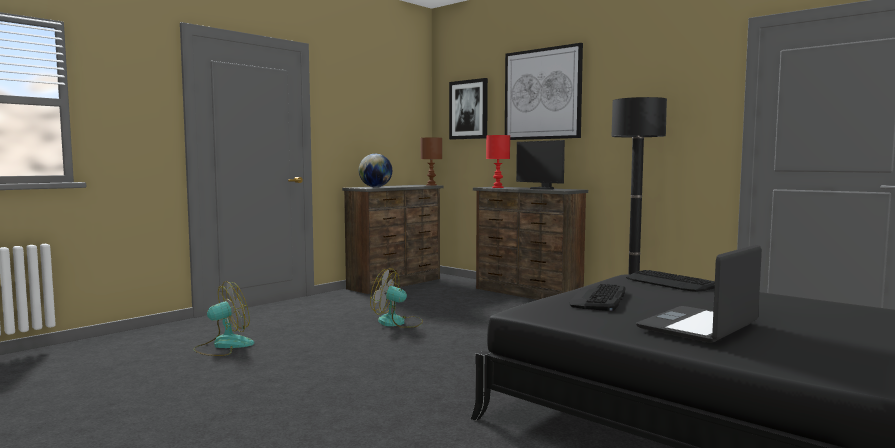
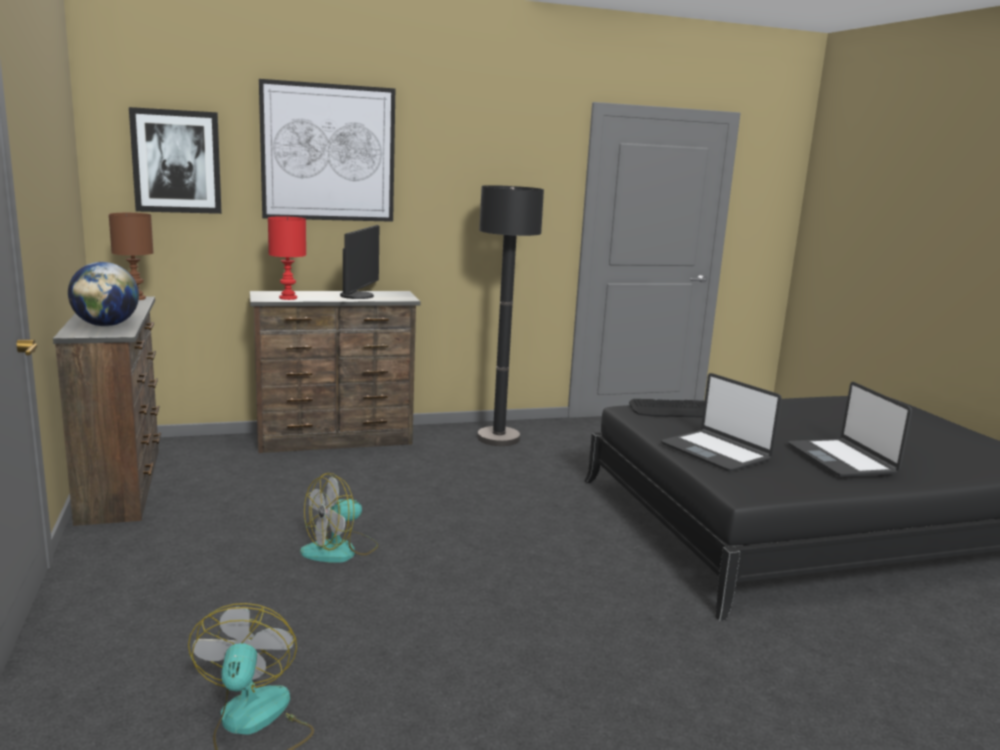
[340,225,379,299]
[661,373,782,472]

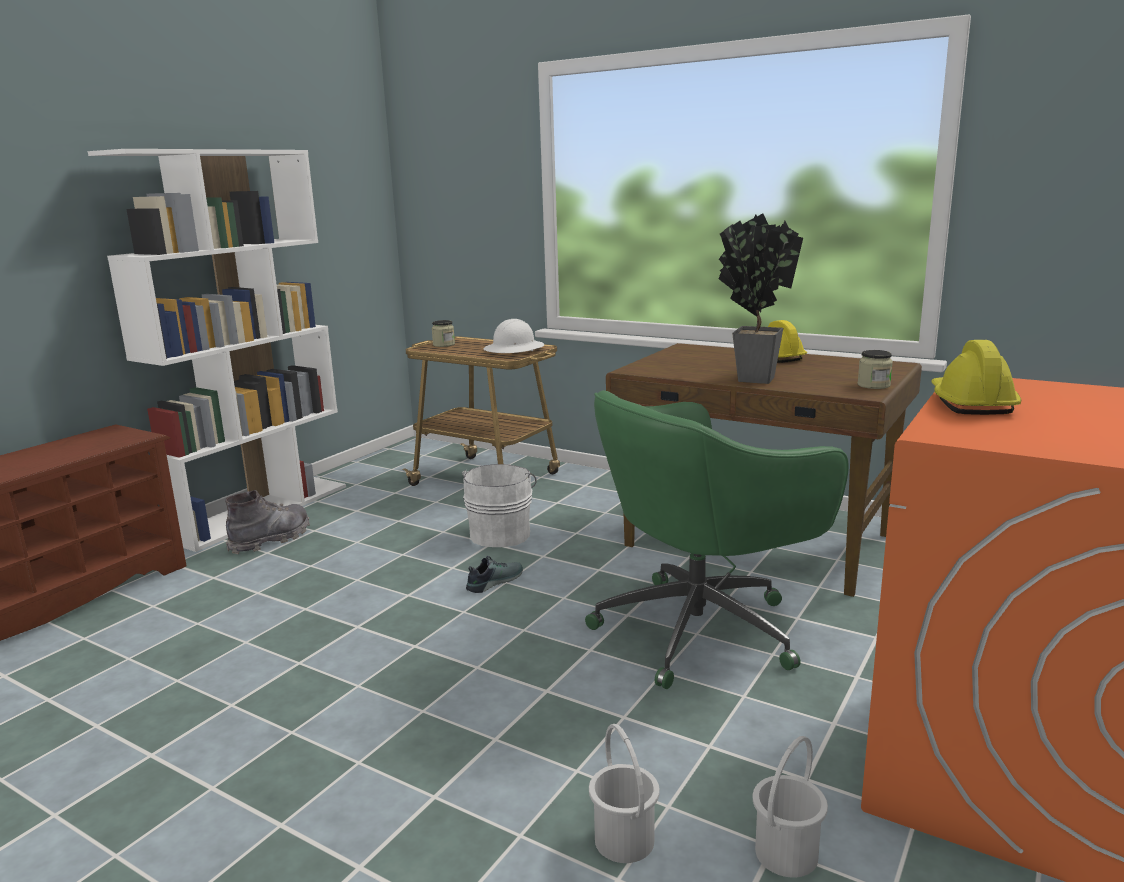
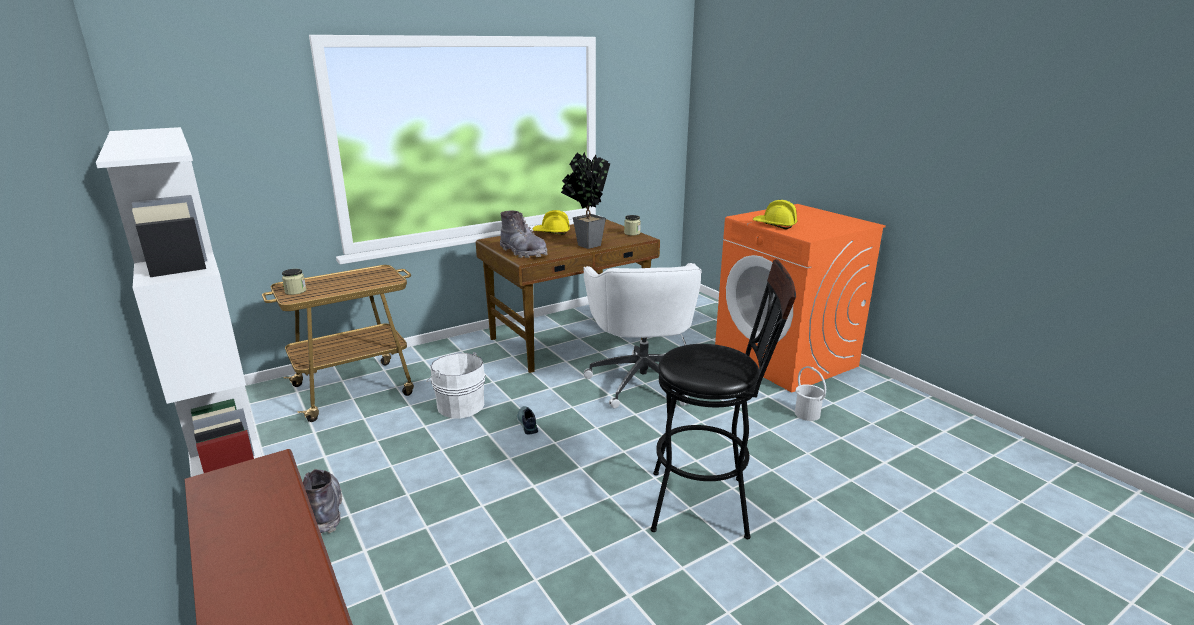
[484,319,544,353] (first image)
[583,263,702,408]
[589,724,660,863] (first image)
[500,210,548,258]
[651,259,796,539]

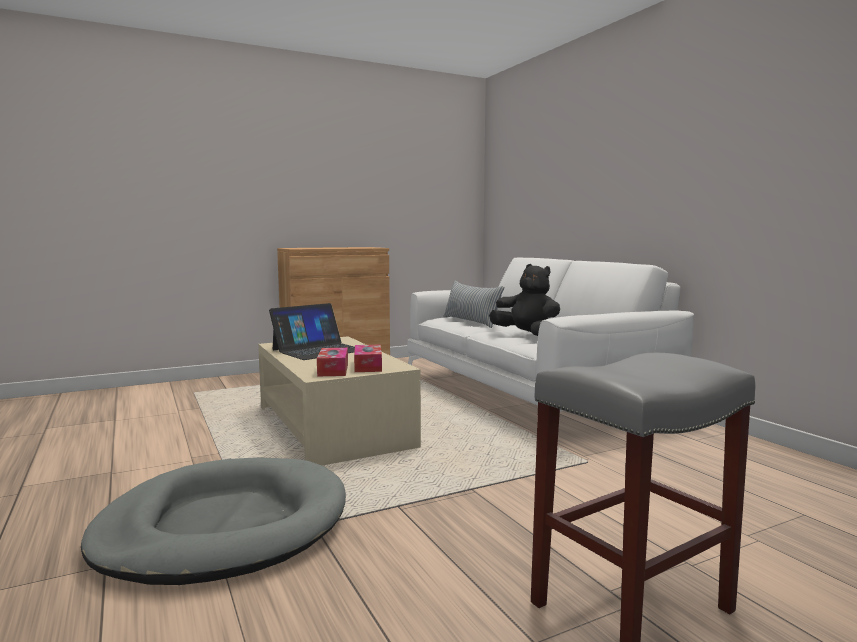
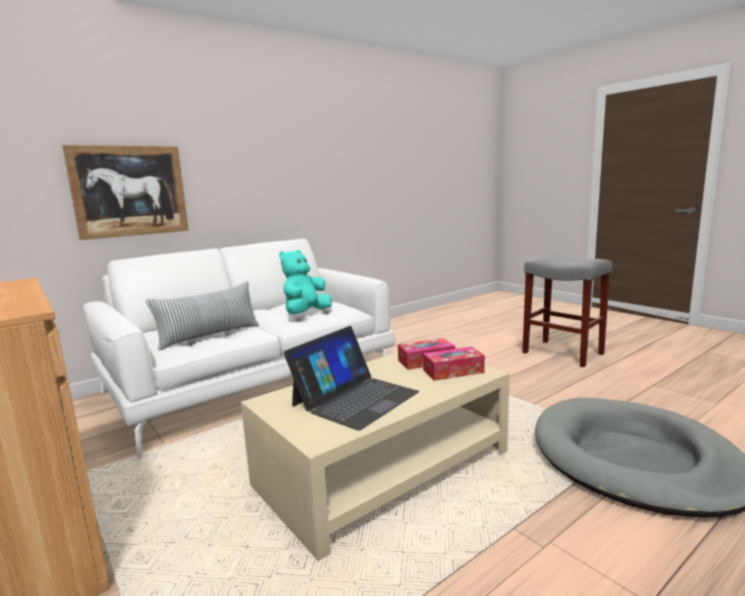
[279,250,332,314]
[284,326,419,431]
[62,145,189,240]

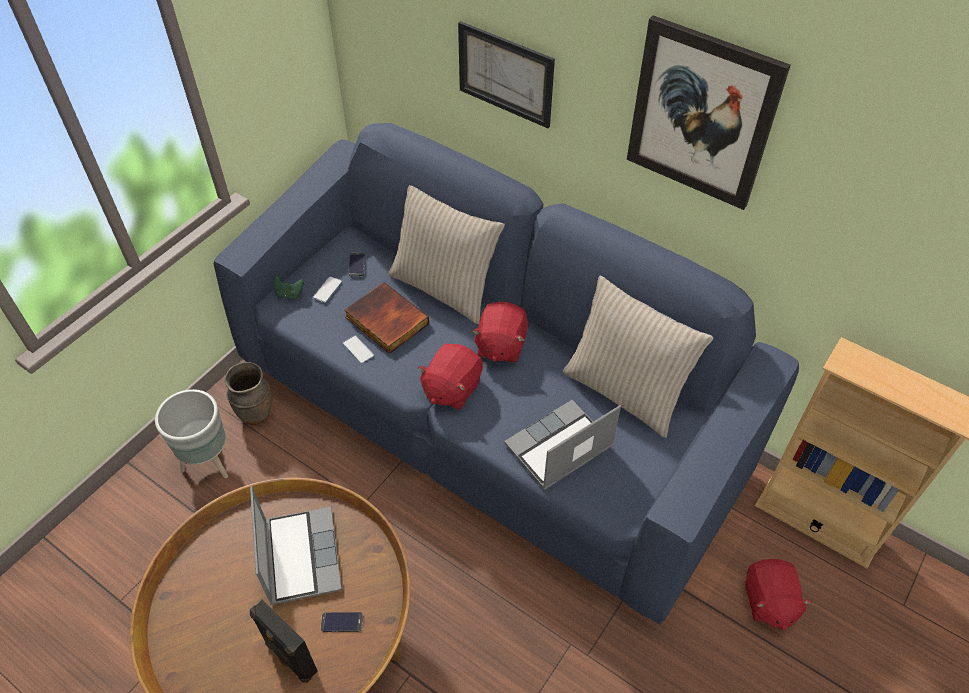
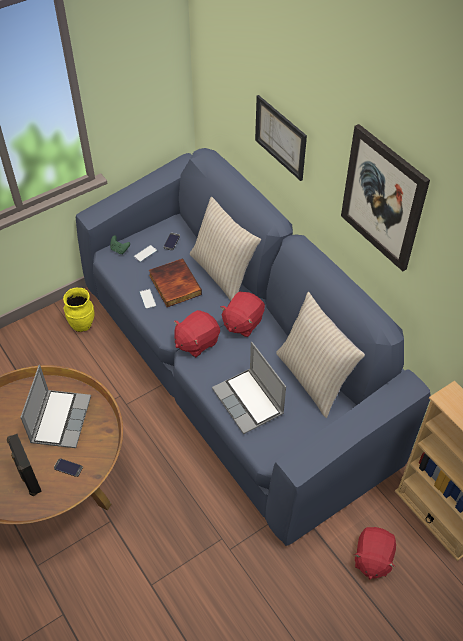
[63,288,95,332]
[155,389,228,478] (first image)
[212,342,286,434]

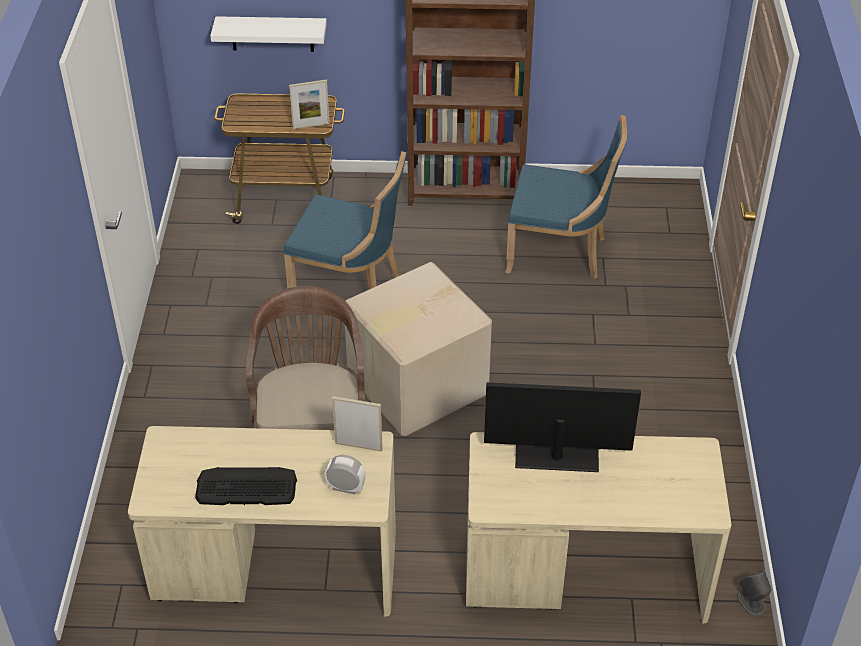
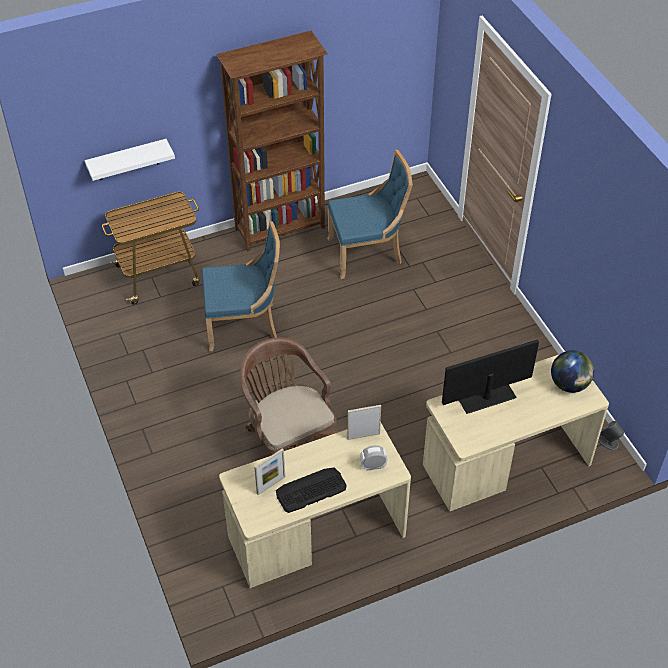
[254,448,285,495]
[345,262,492,436] (first image)
[551,350,594,393]

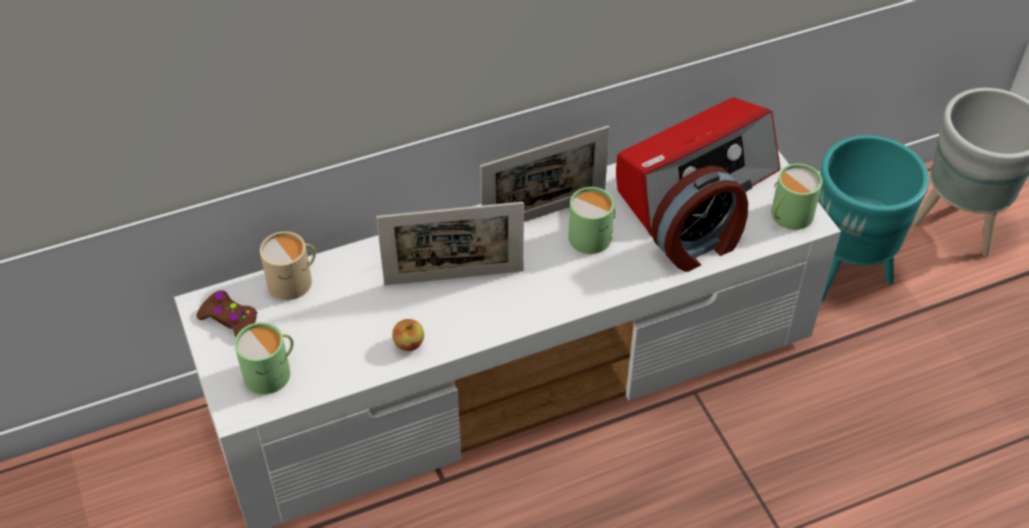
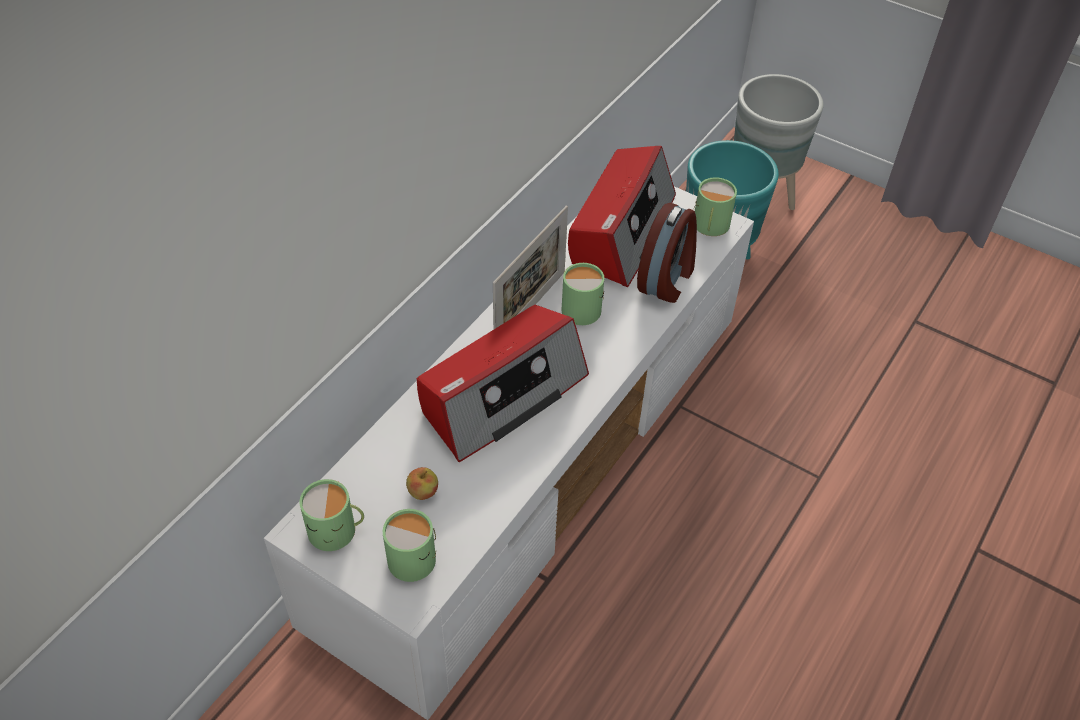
[417,305,589,462]
[260,231,316,300] (first image)
[299,479,364,551]
[406,467,438,500]

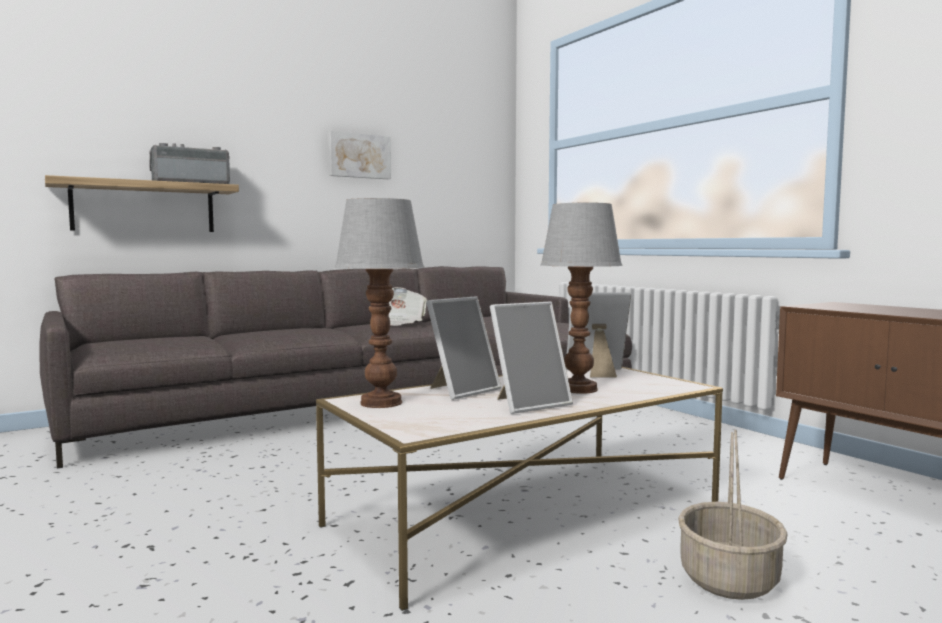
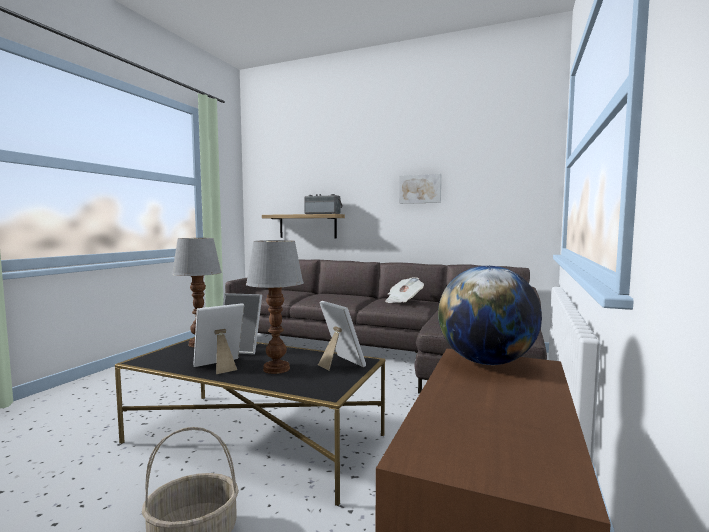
[193,303,244,374]
[115,337,385,506]
[438,266,542,365]

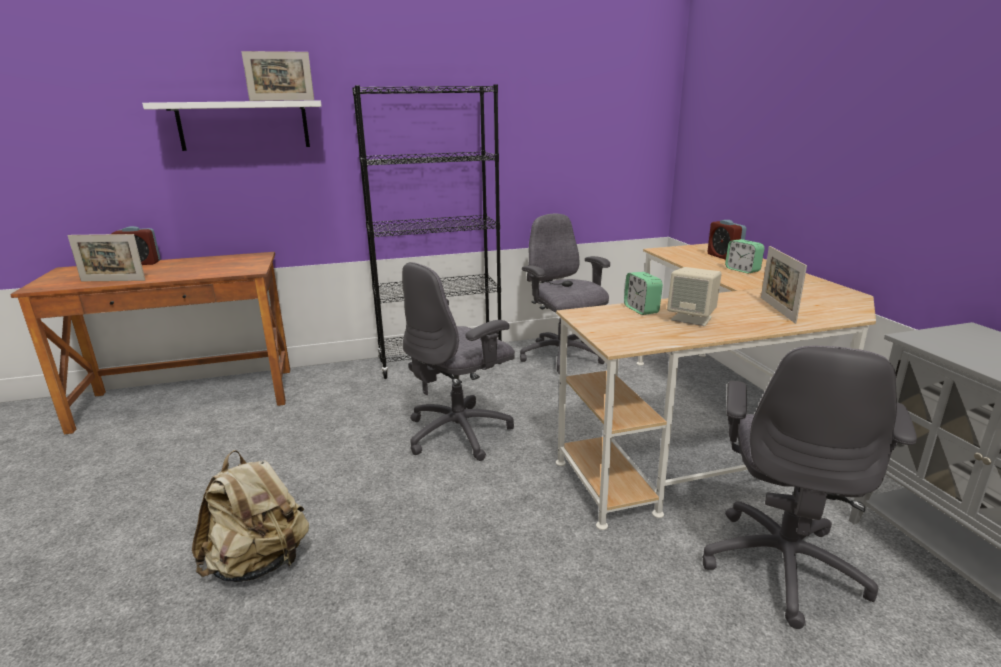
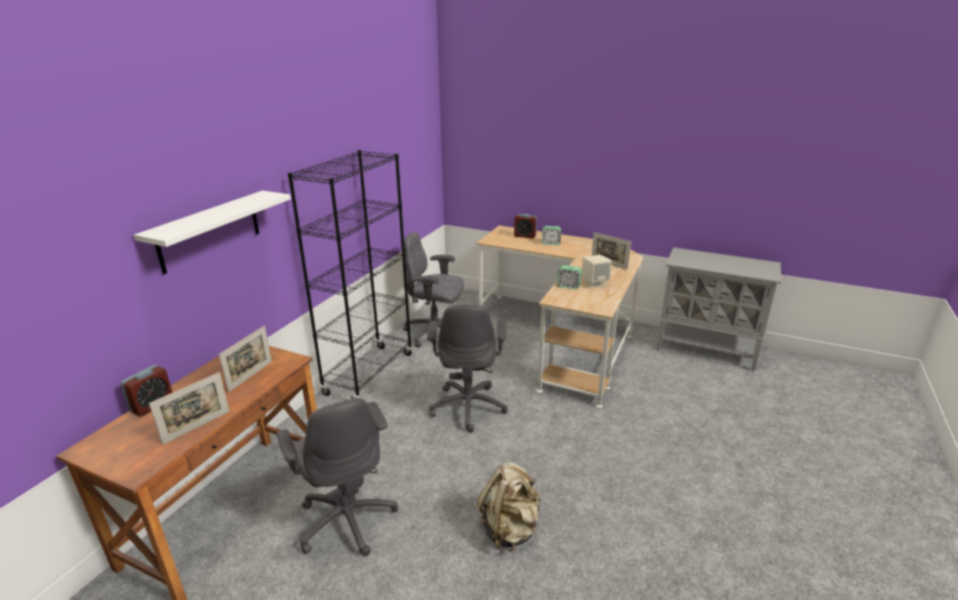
[219,326,272,392]
[276,397,398,556]

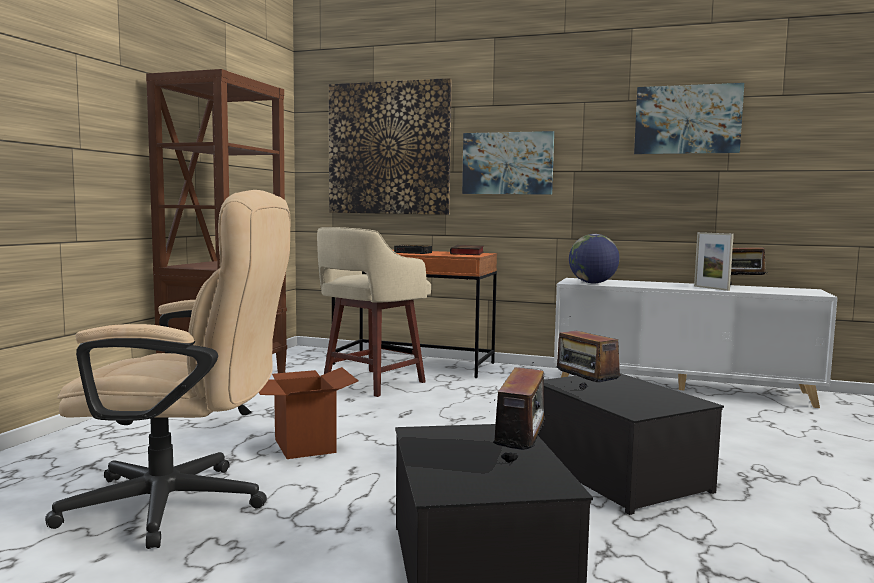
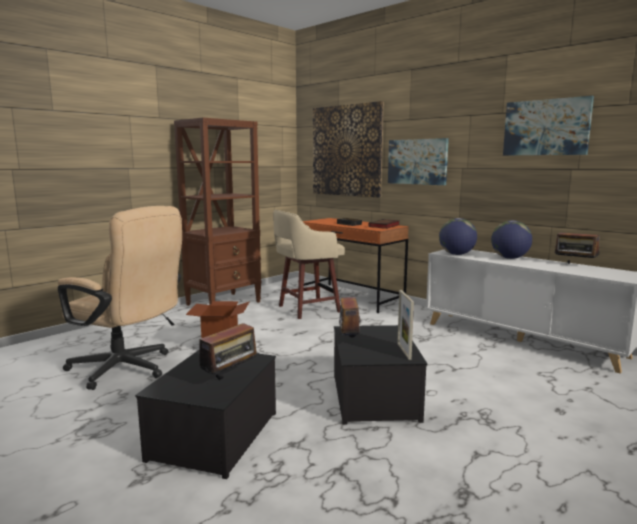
[397,290,414,360]
[491,220,532,259]

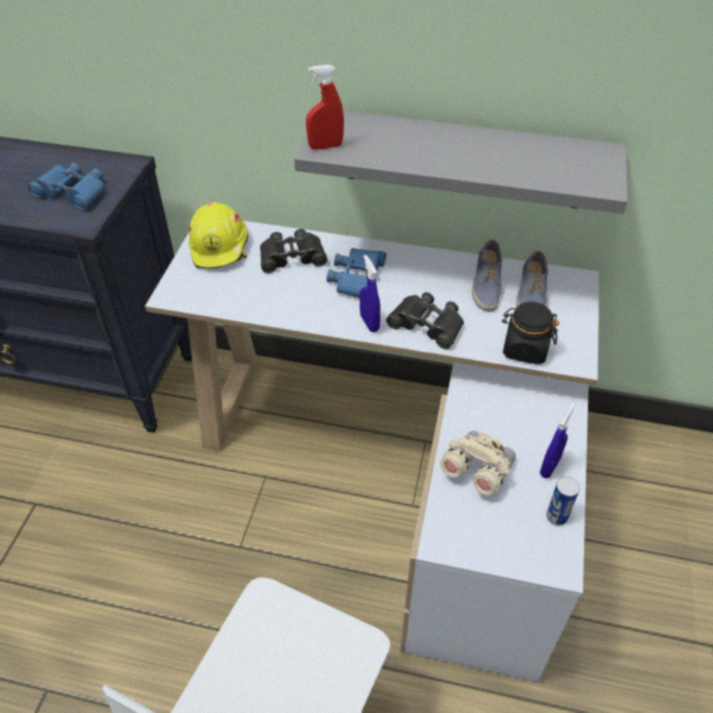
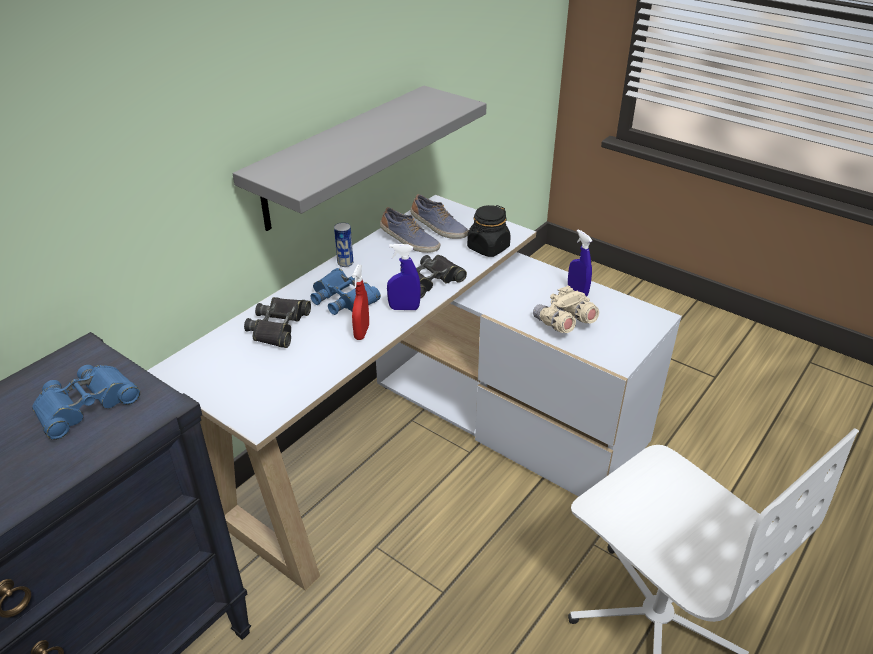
[352,264,369,340]
[189,202,248,269] (first image)
[334,222,353,267]

